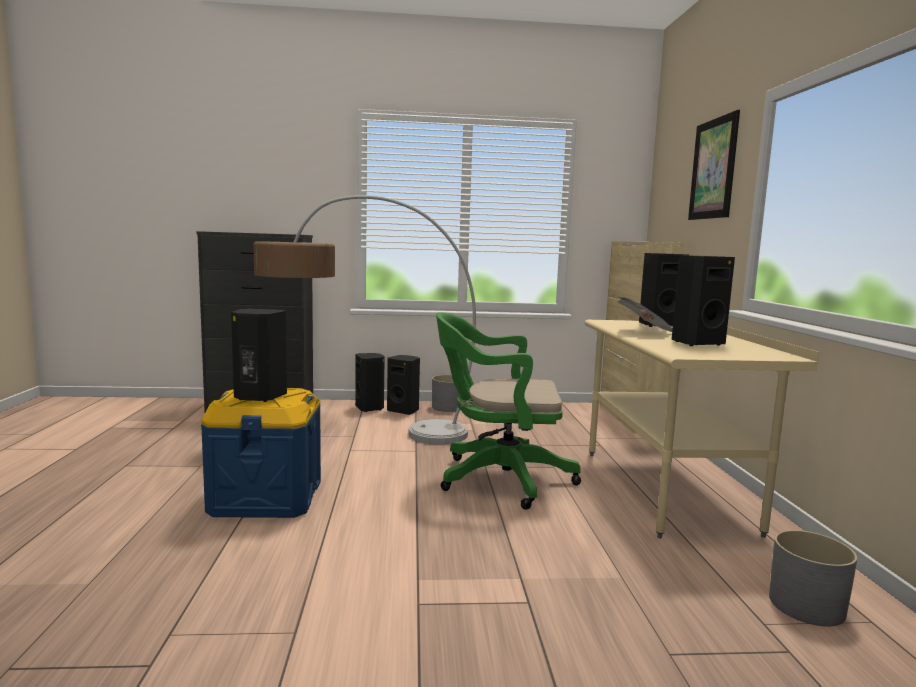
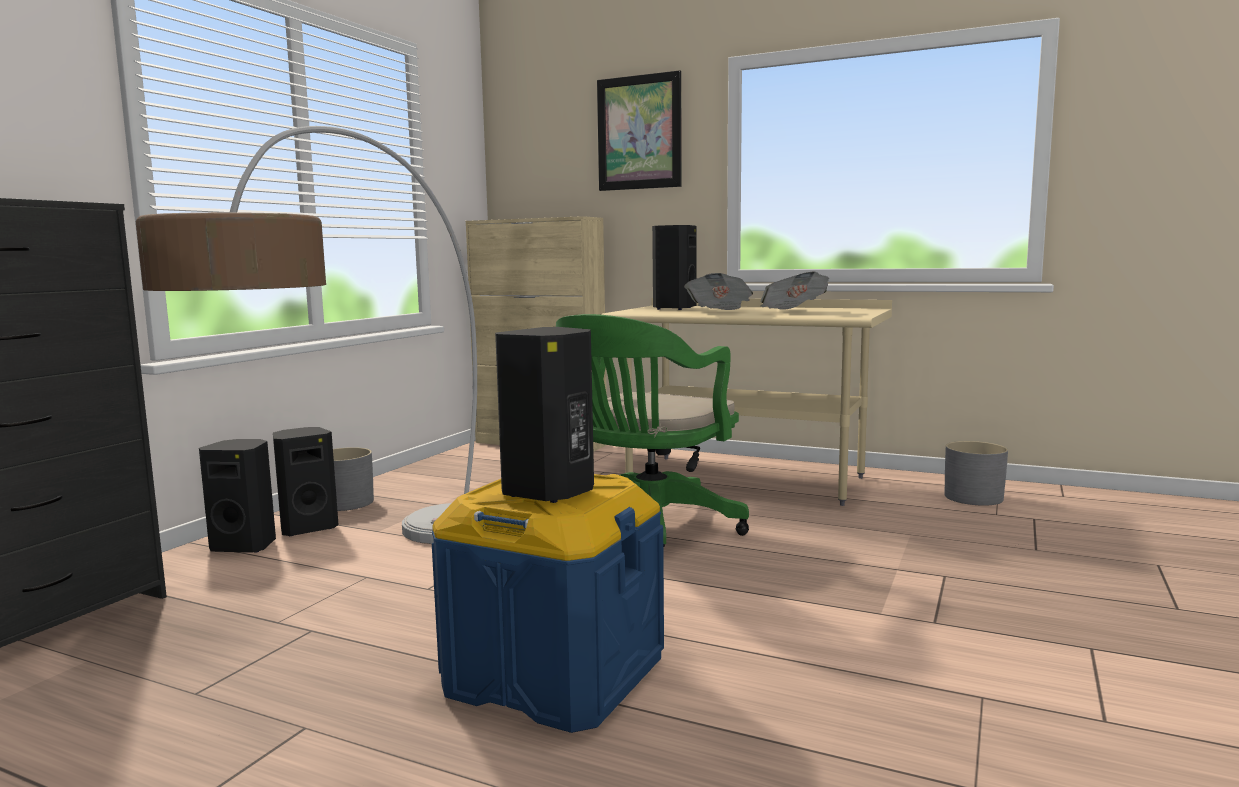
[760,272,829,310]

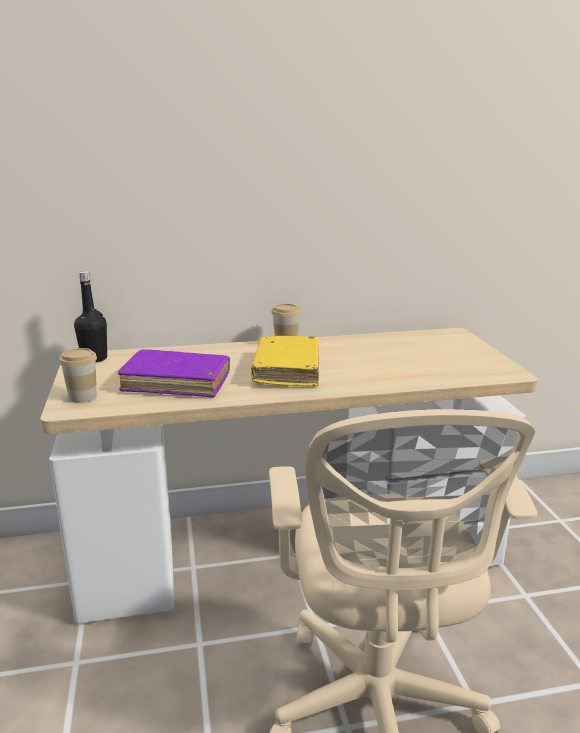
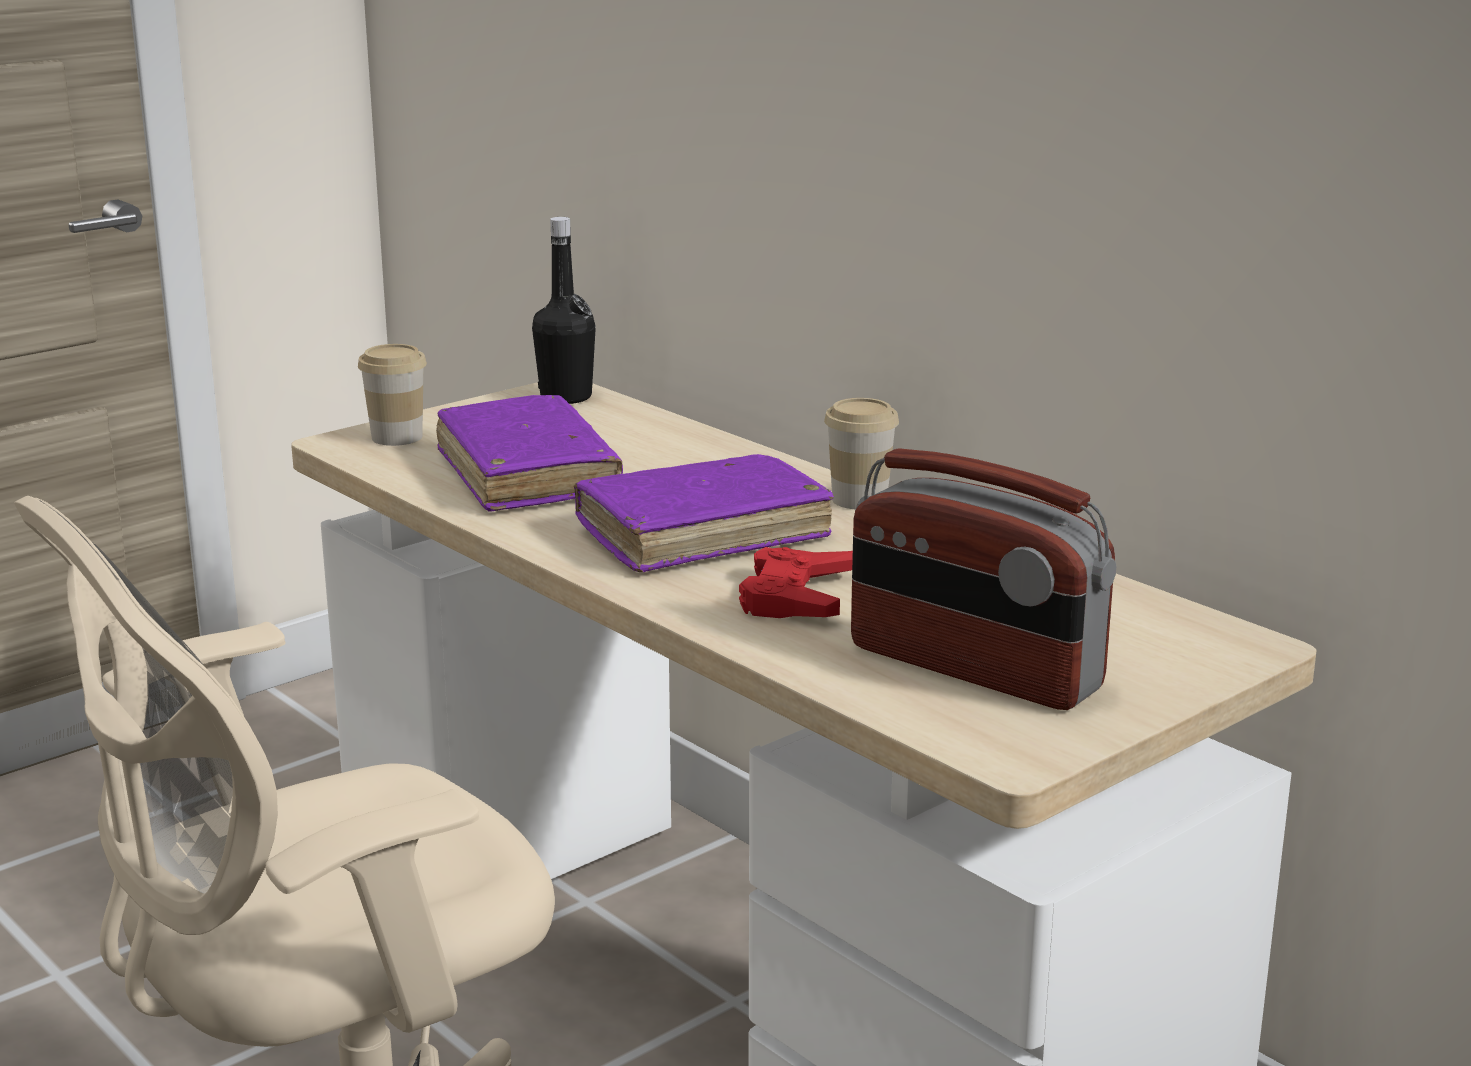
[574,454,834,572]
[851,448,1116,710]
[739,547,853,618]

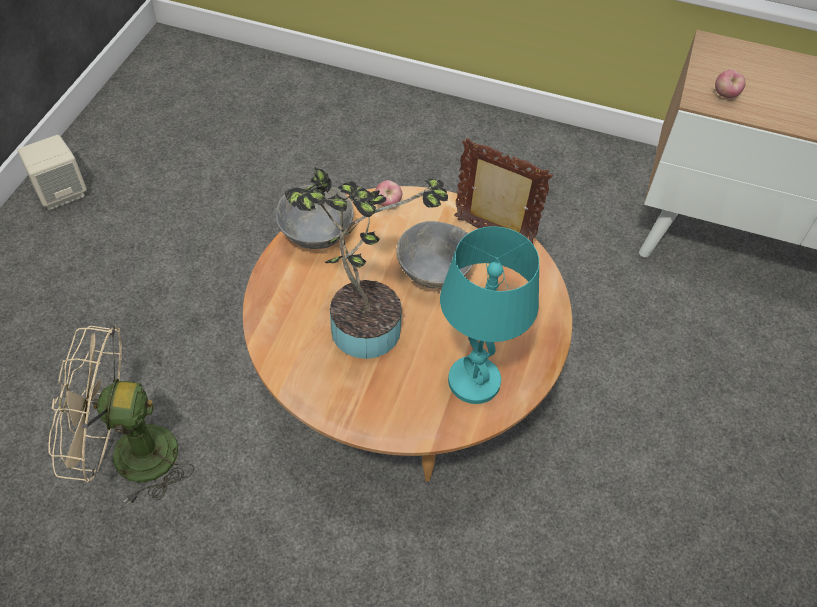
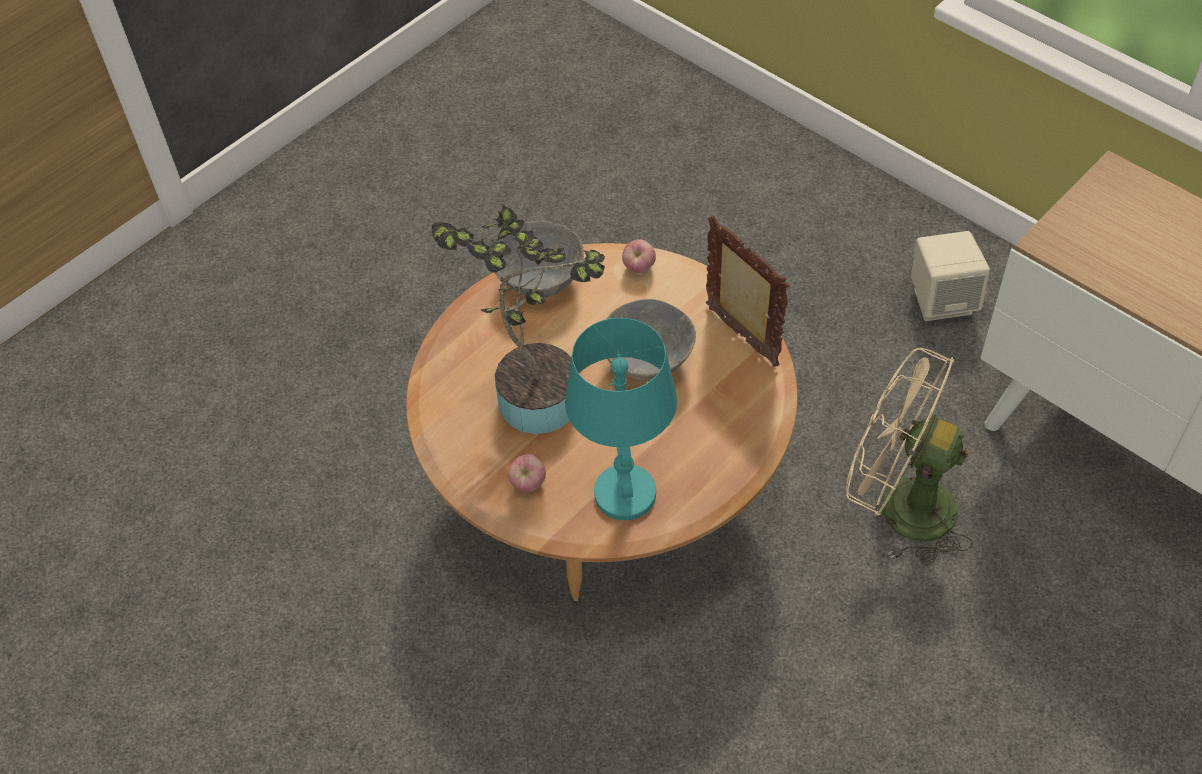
[508,454,546,492]
[911,231,990,321]
[846,348,973,565]

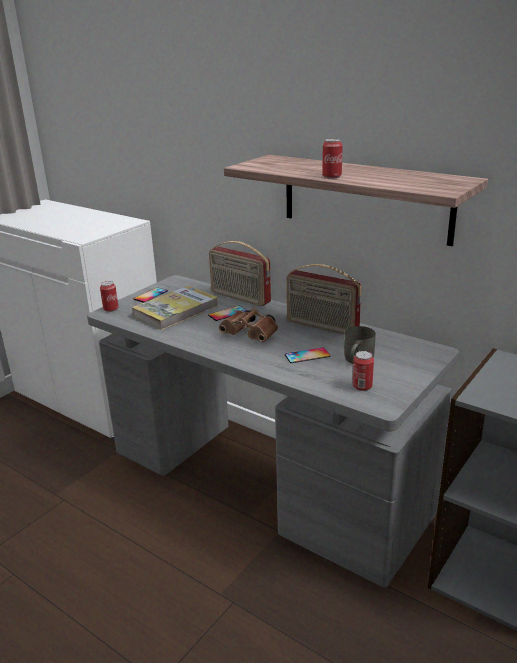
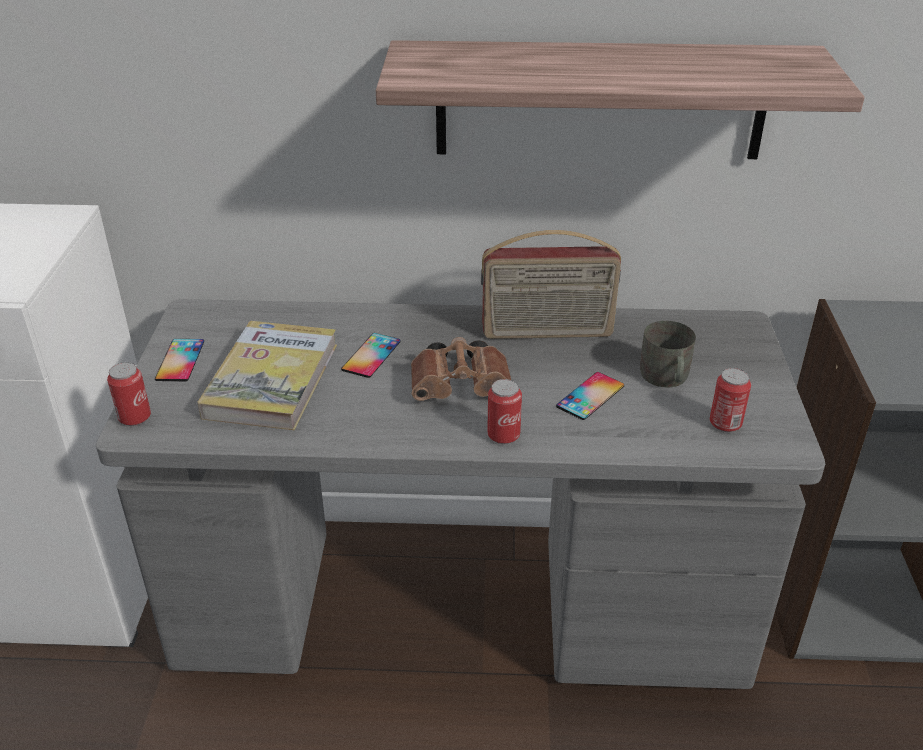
[487,379,522,444]
[209,241,271,306] (first image)

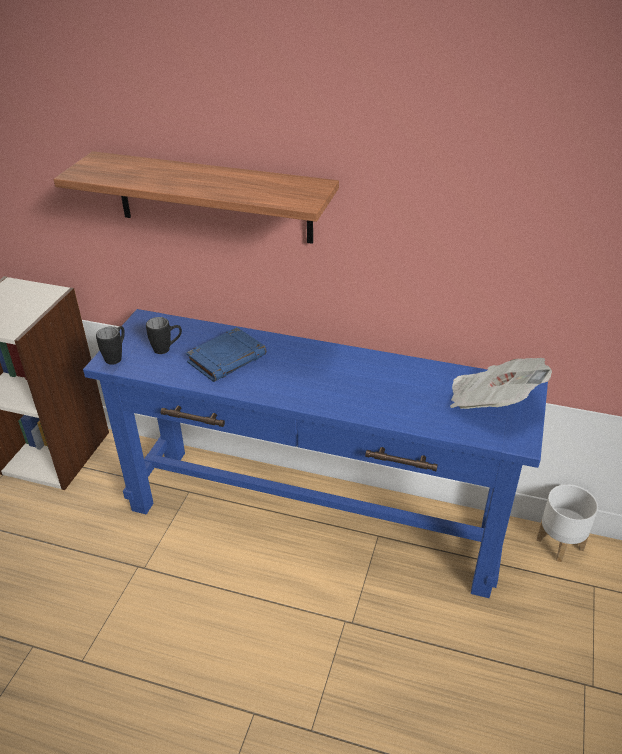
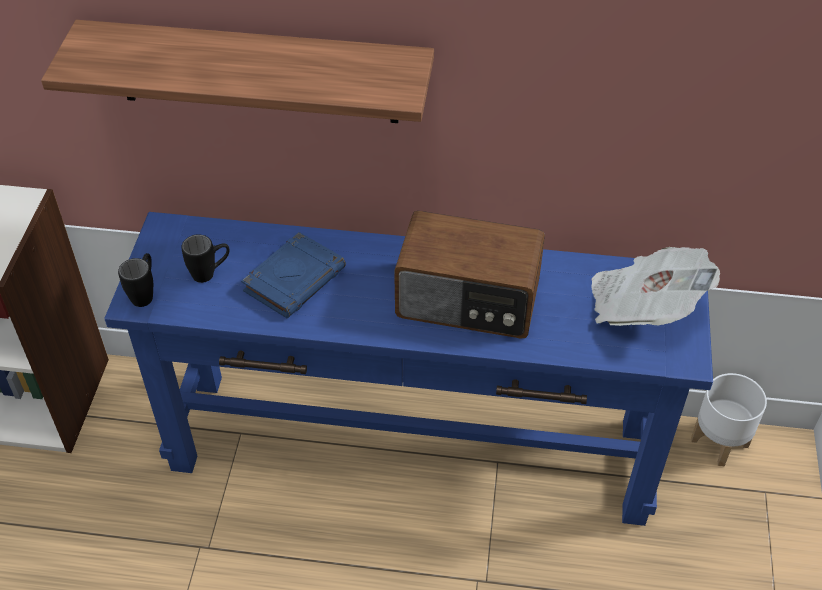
[394,211,545,339]

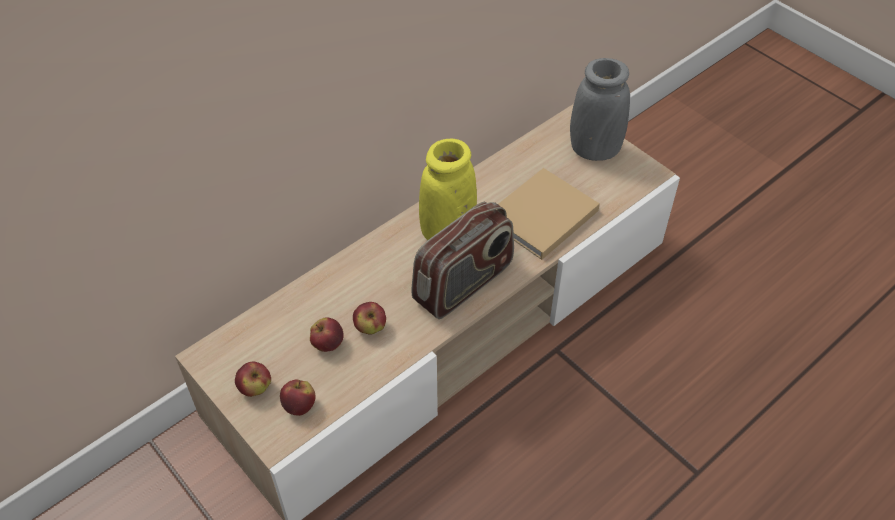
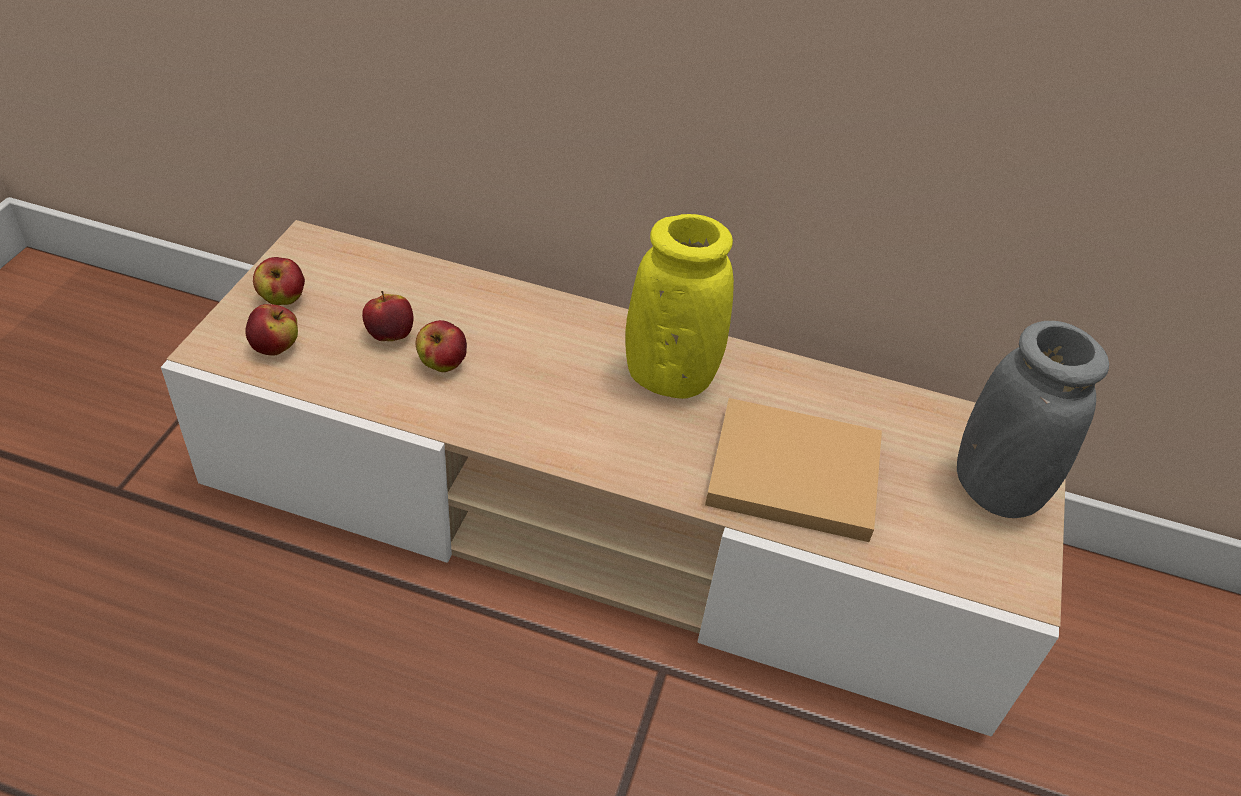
[412,202,514,319] (first image)

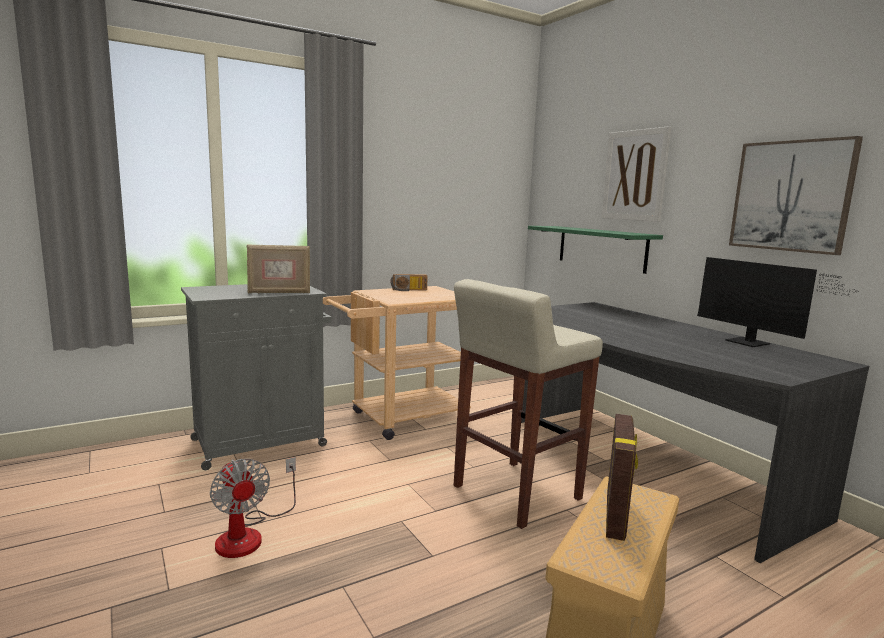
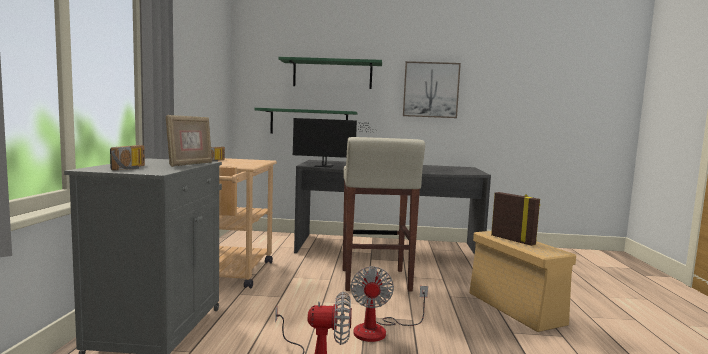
[278,57,382,89]
[293,118,377,167]
[110,145,145,170]
[350,266,428,342]

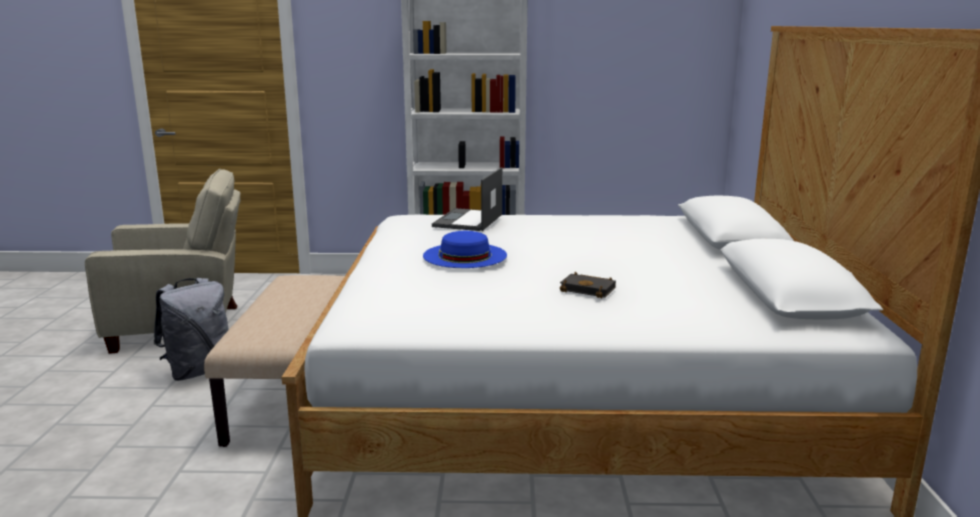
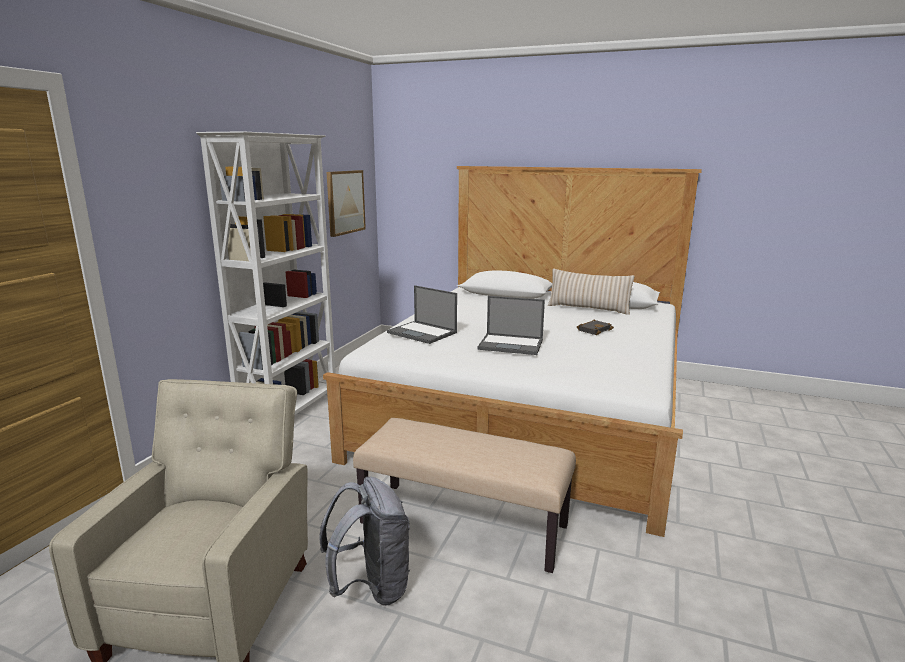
[477,296,545,355]
[326,170,366,237]
[548,268,635,315]

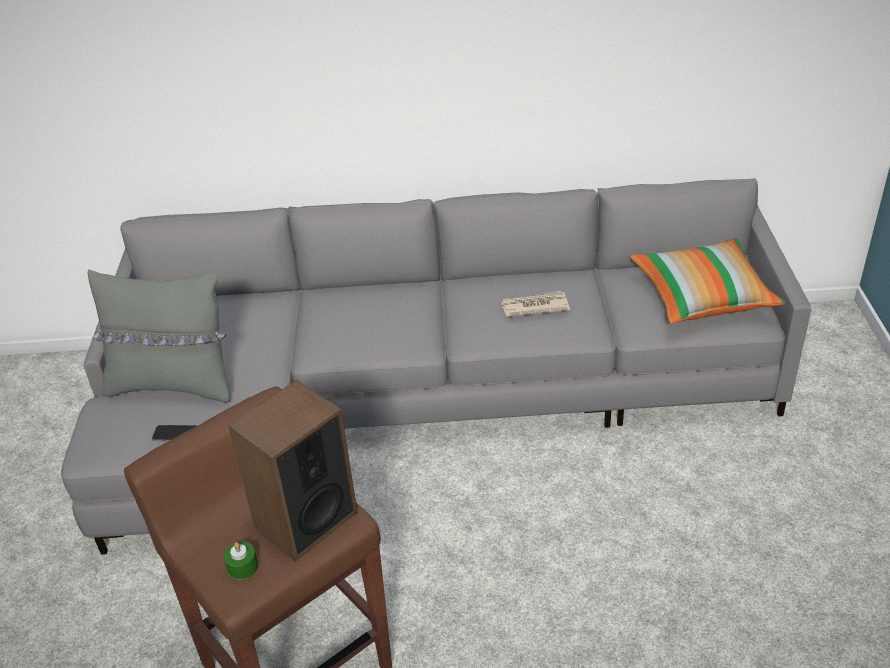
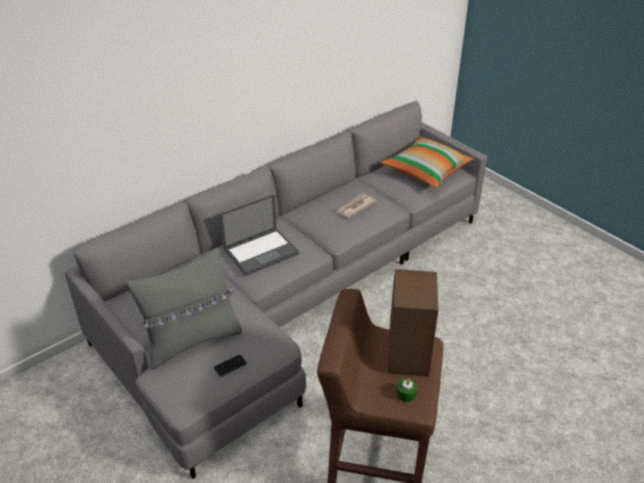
[220,194,300,276]

